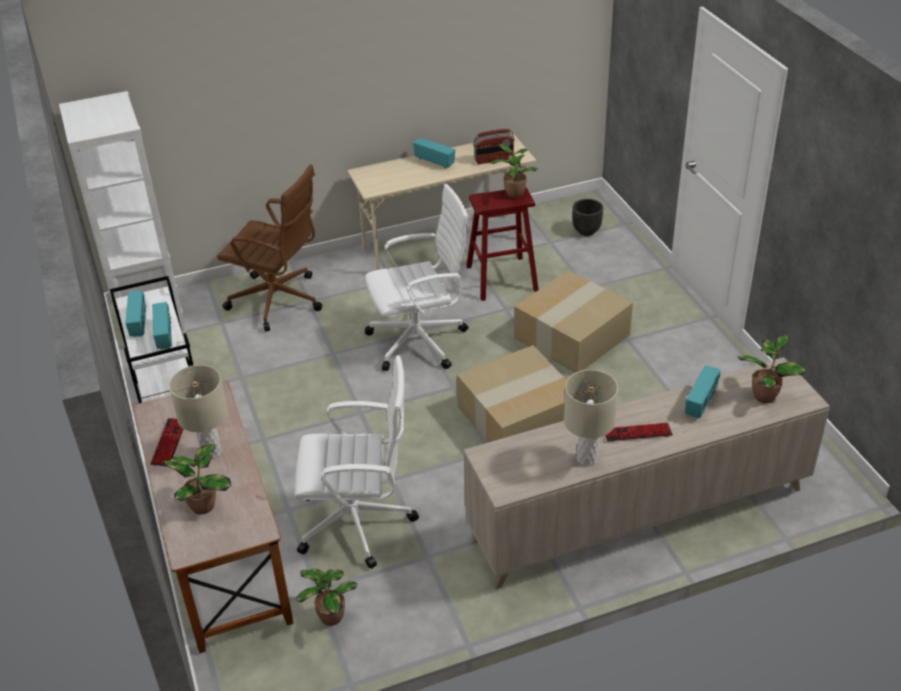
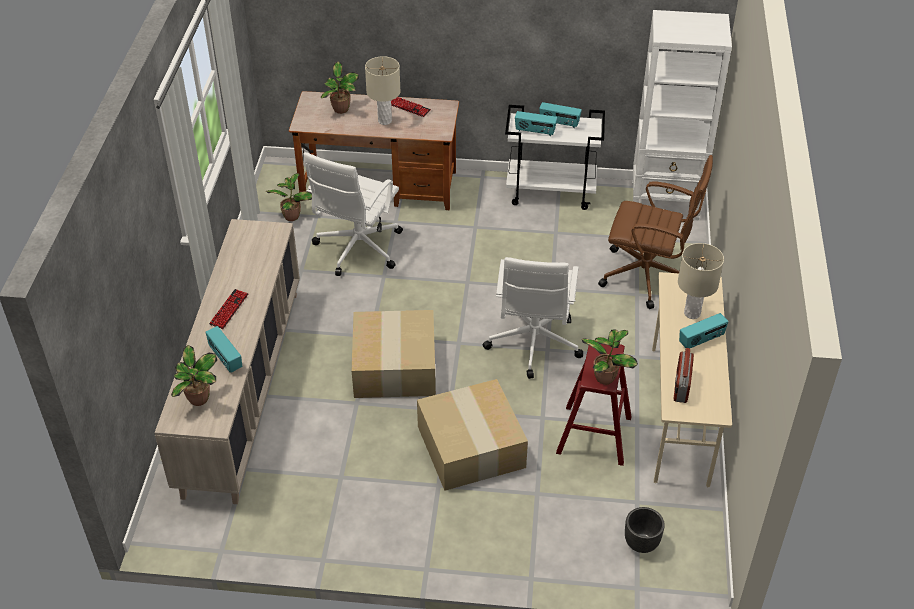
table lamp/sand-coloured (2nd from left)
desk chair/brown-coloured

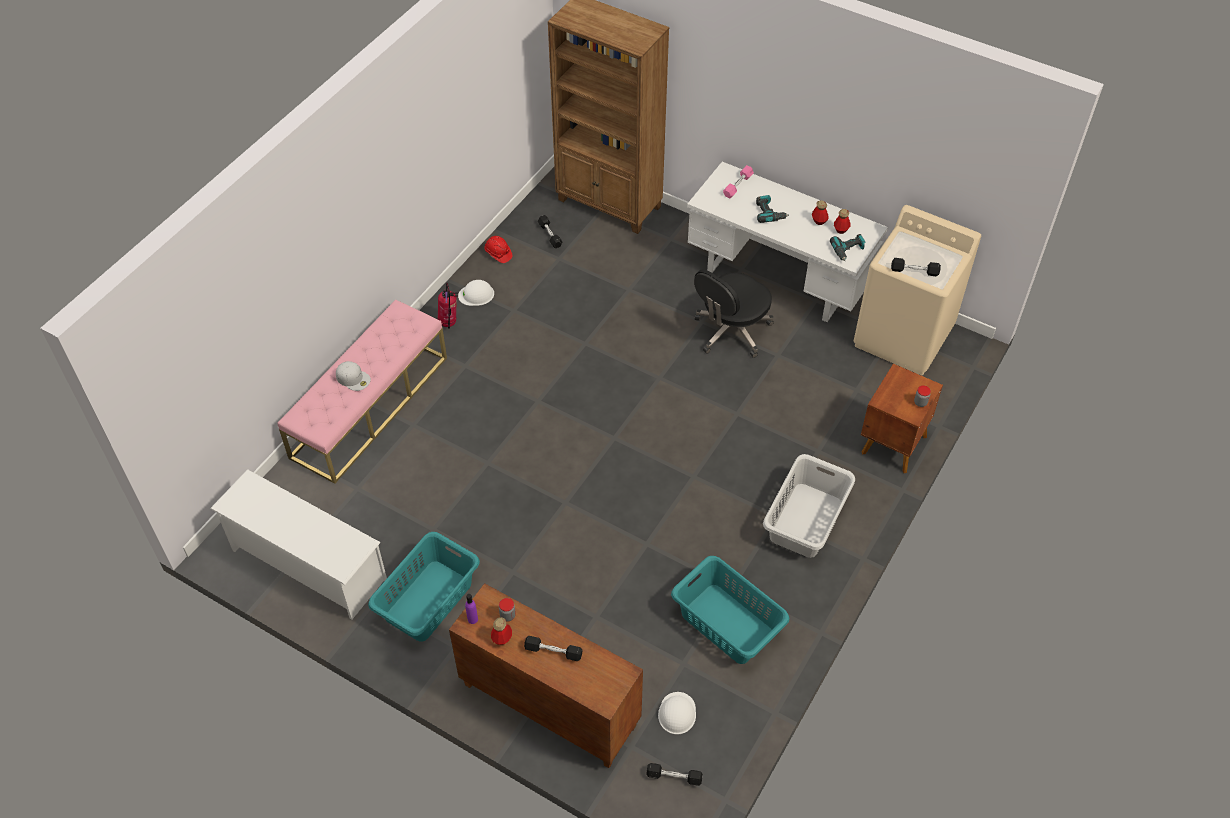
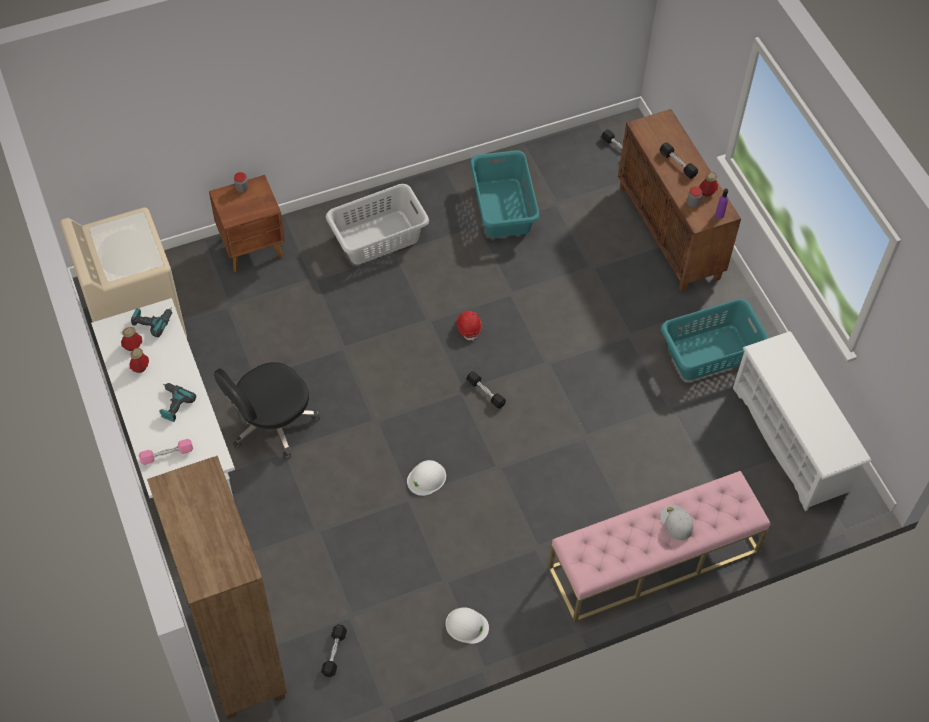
fire-fighting cylinder
safety helmet/red
safety helmet/white (1st from left)
hand weight/black-coloured (2nd from left)
desk chair/black-coloured

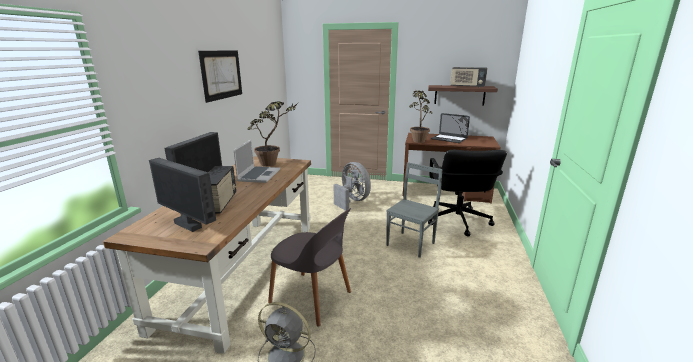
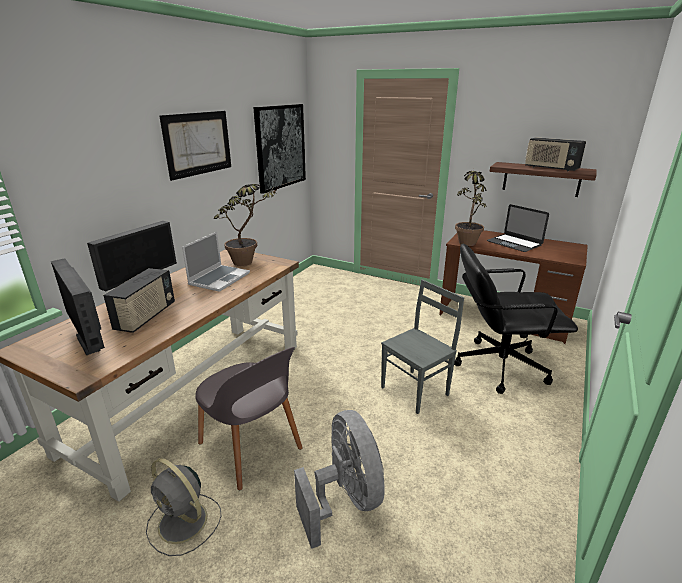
wall picture (2nd from left)
cooling fan/grey (2nd from left)
desk chair/black-coloured

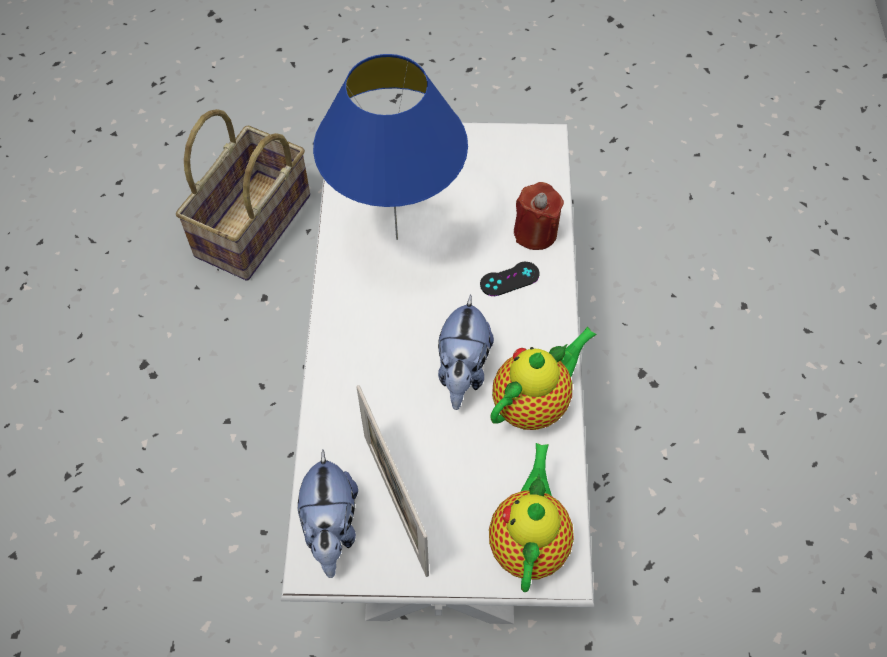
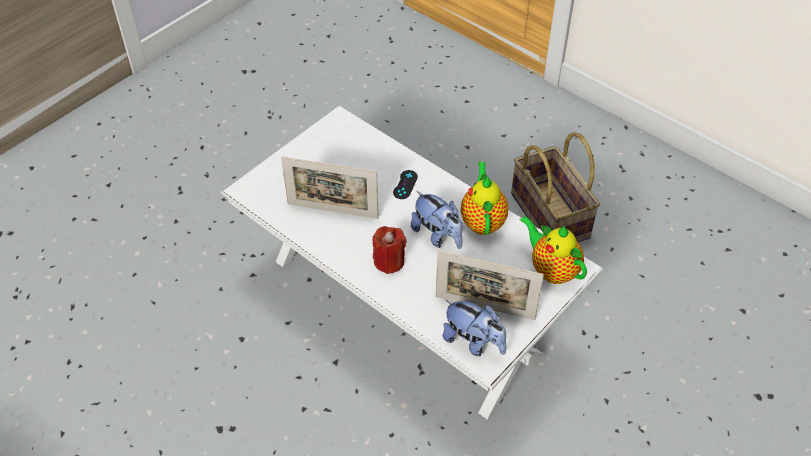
storage basket
wax light/red
standing frame (1st from left)

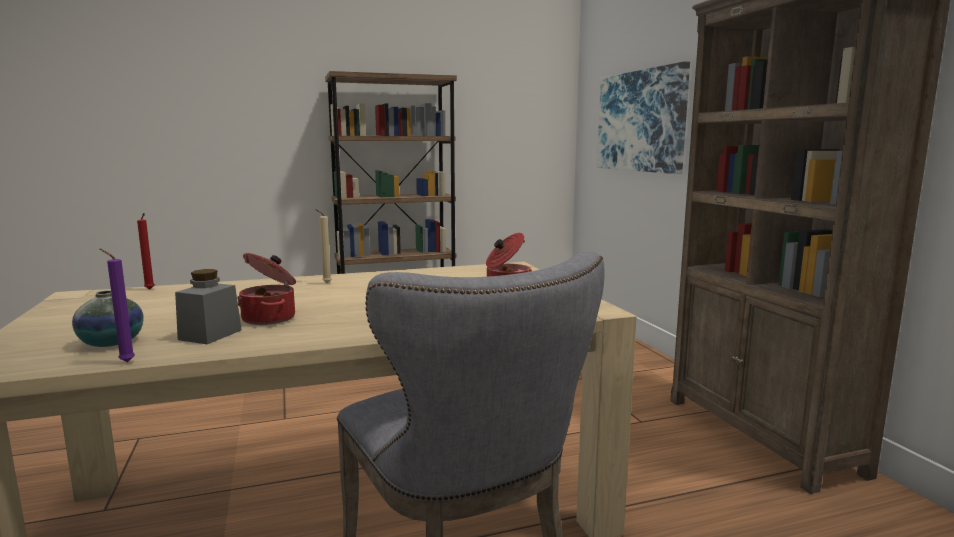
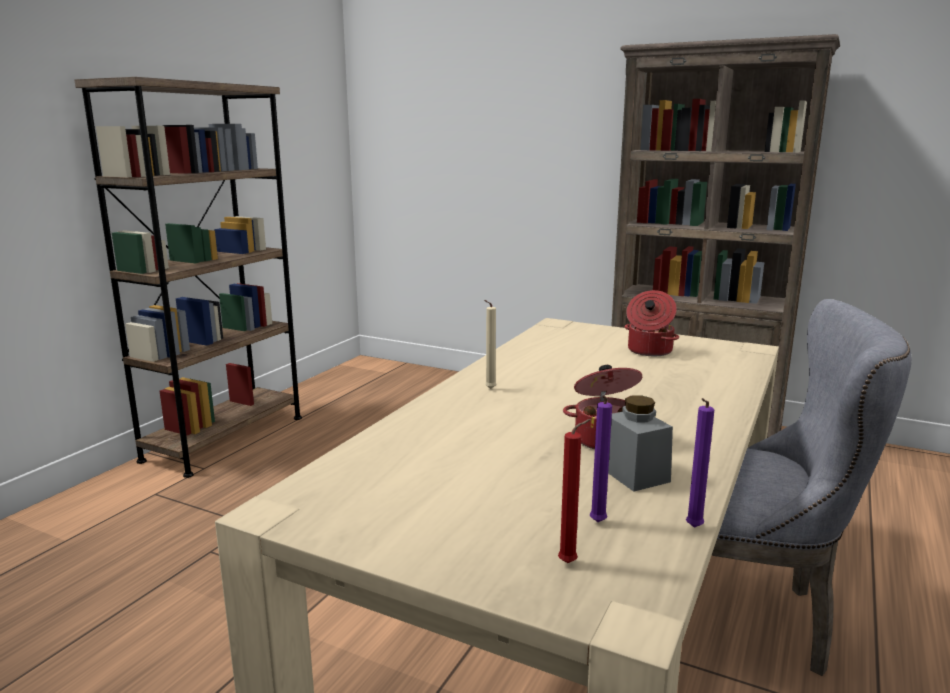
wall picture
wax light/red
wax light/purple (1st from left)

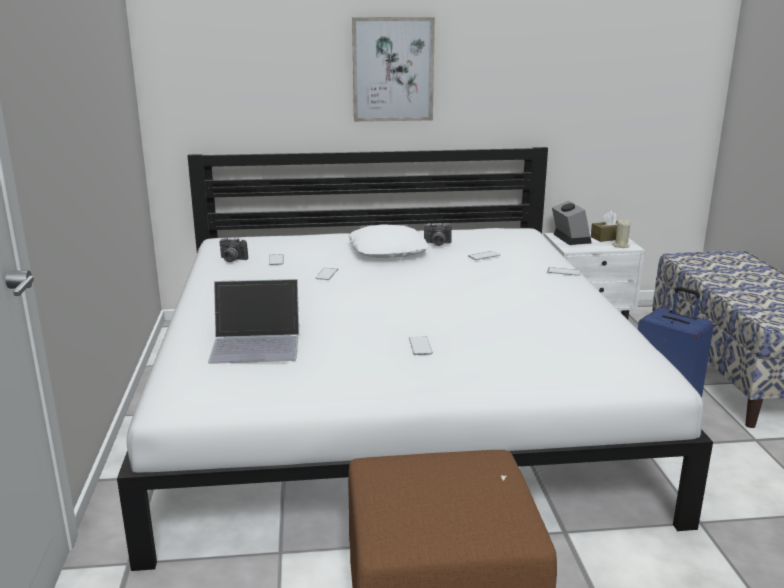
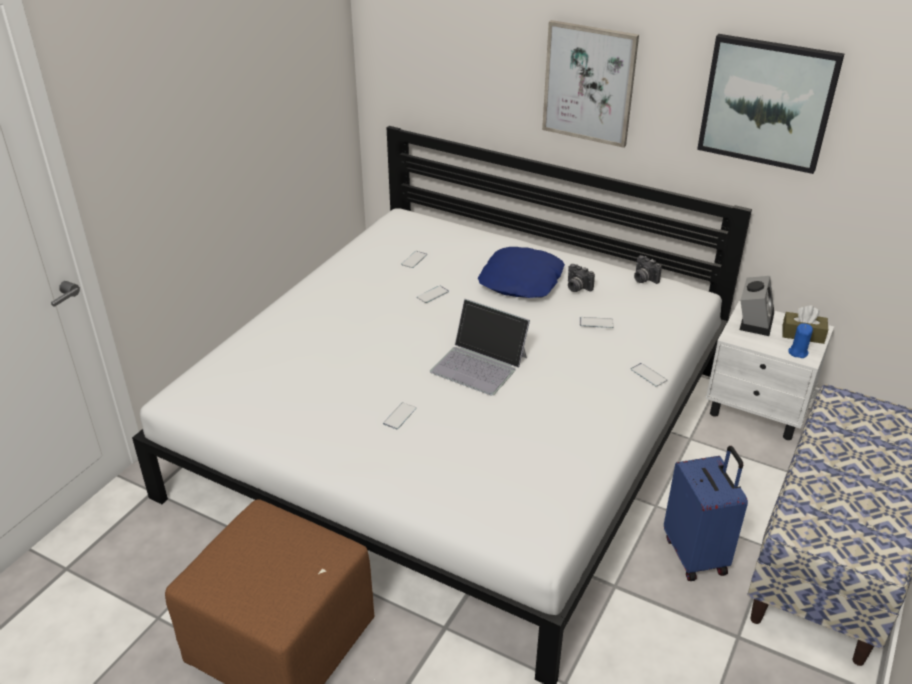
wall picture (2nd from left)
notebook computer
photo camera (2nd from left)
throw pillow/blue
wax light/blue

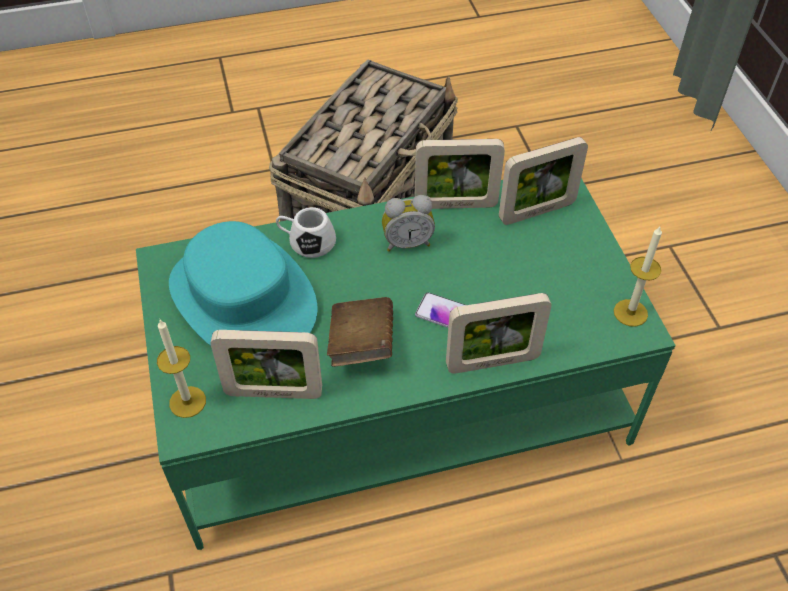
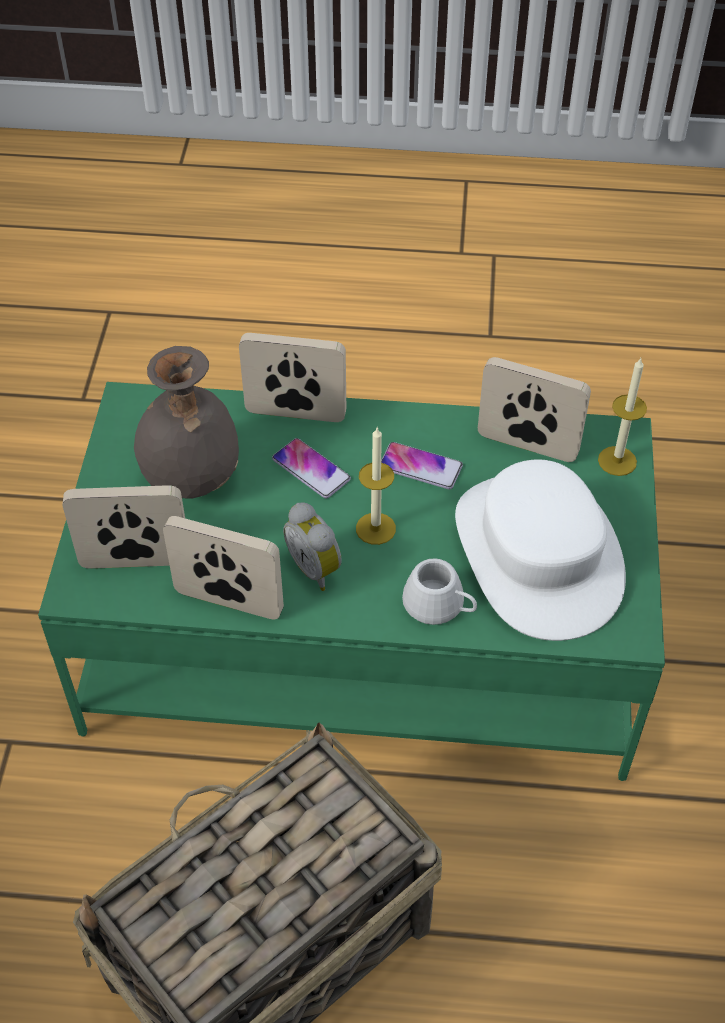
vase/grey
wax light (1st from left)
phone (2nd from left)
hat/white
alarm clock

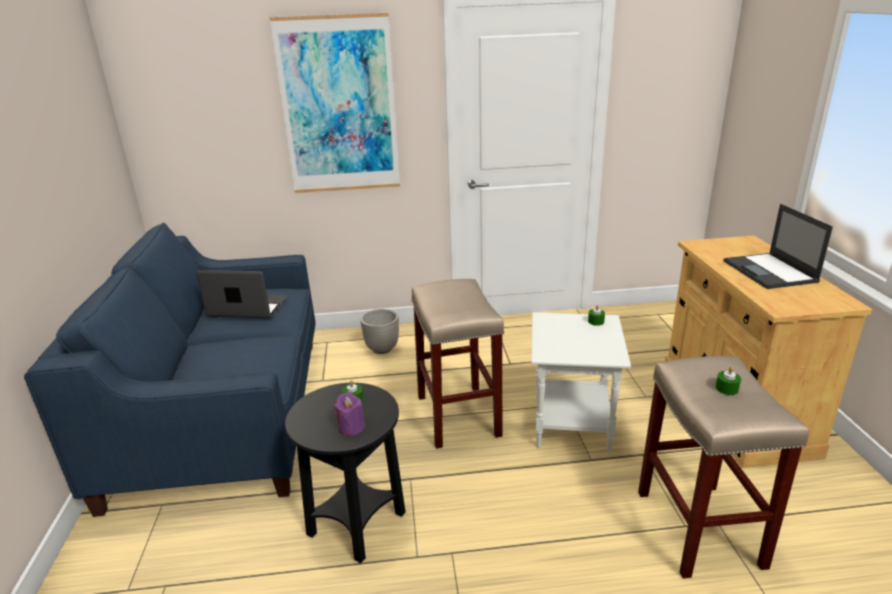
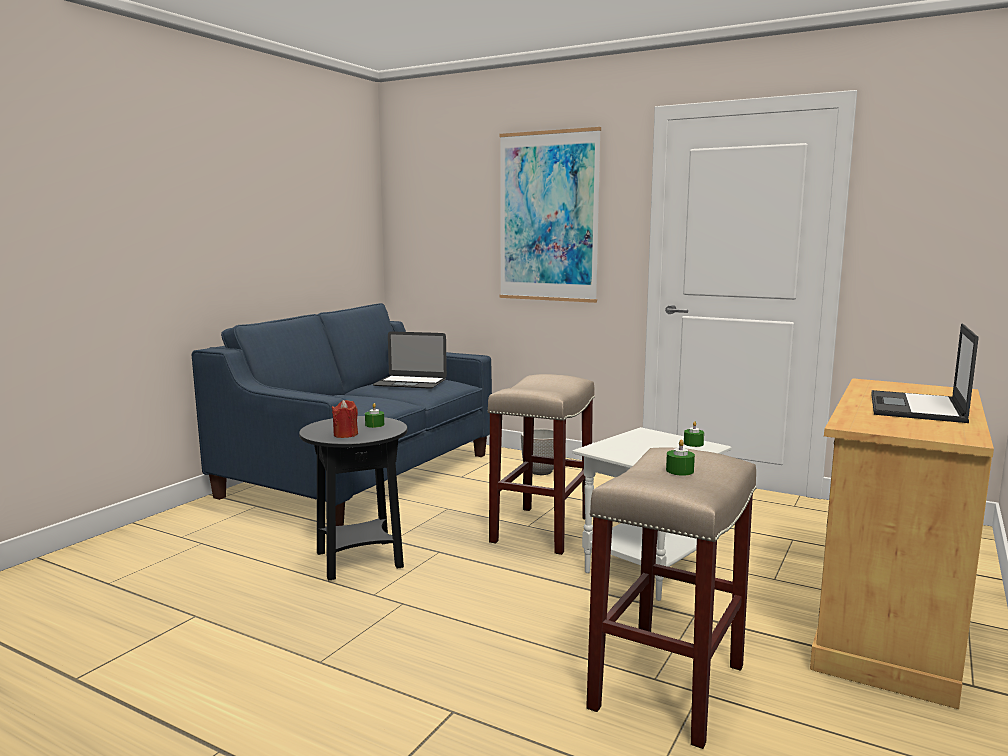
wax light/red
notebook computer (1st from left)

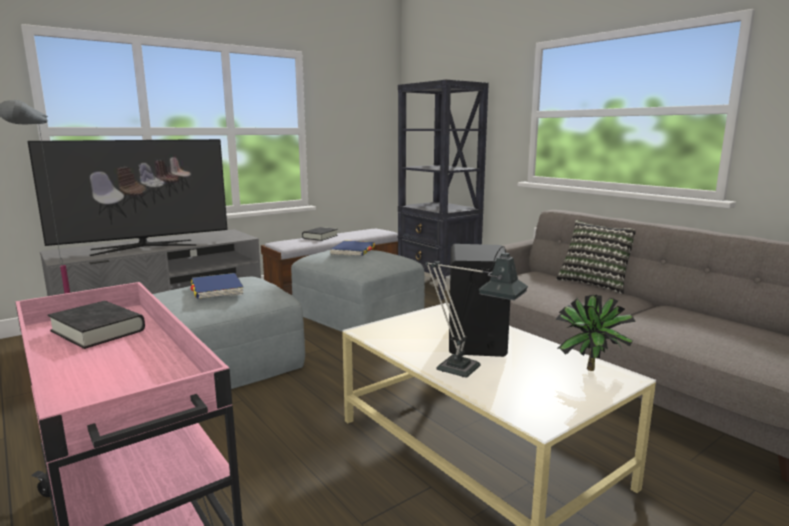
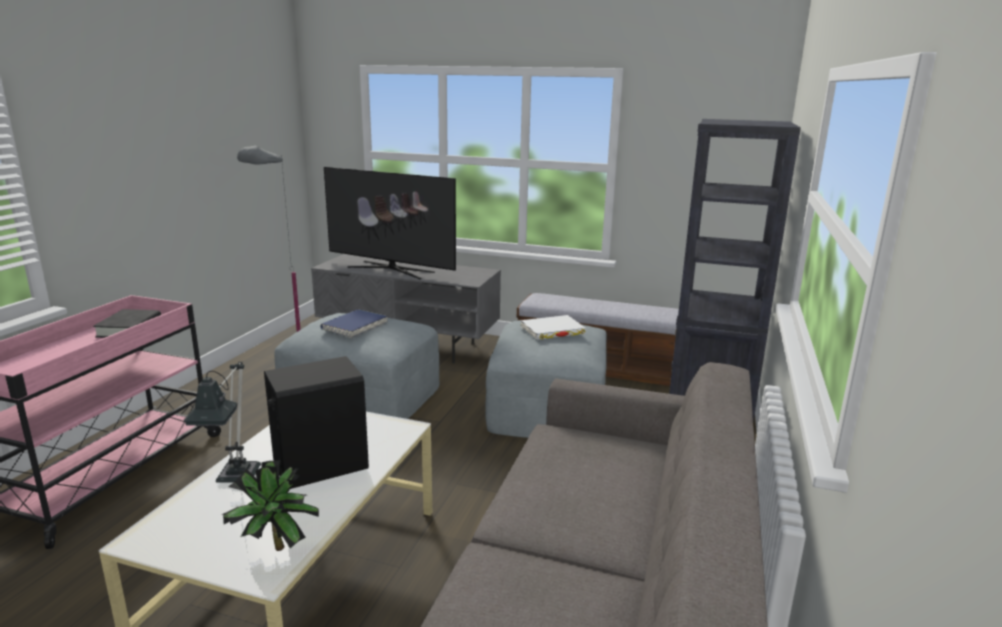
book/black-coloured (2nd from left in the first image)
throw pillow
book/white

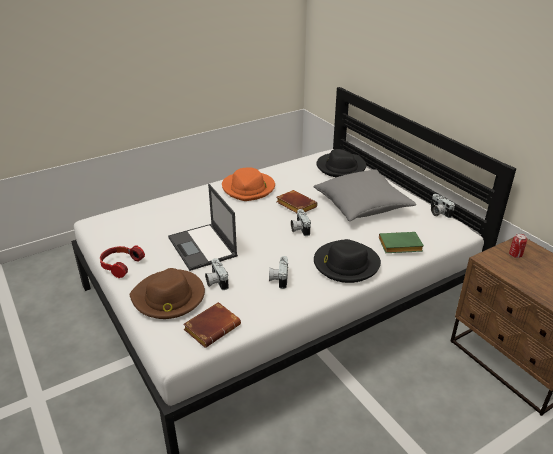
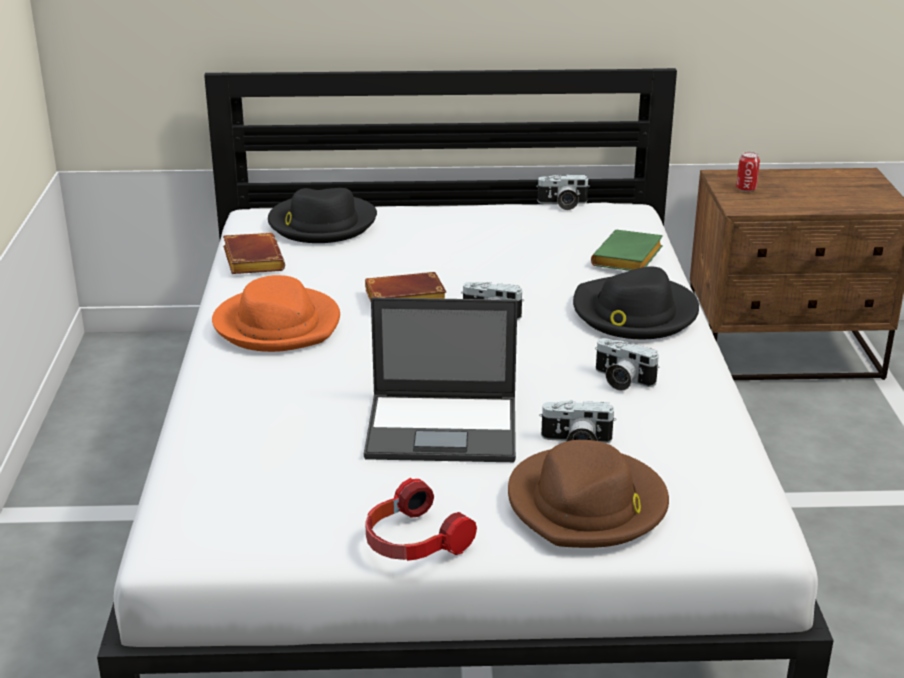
throw pillow/grey
book/brown-coloured (1st from left)

